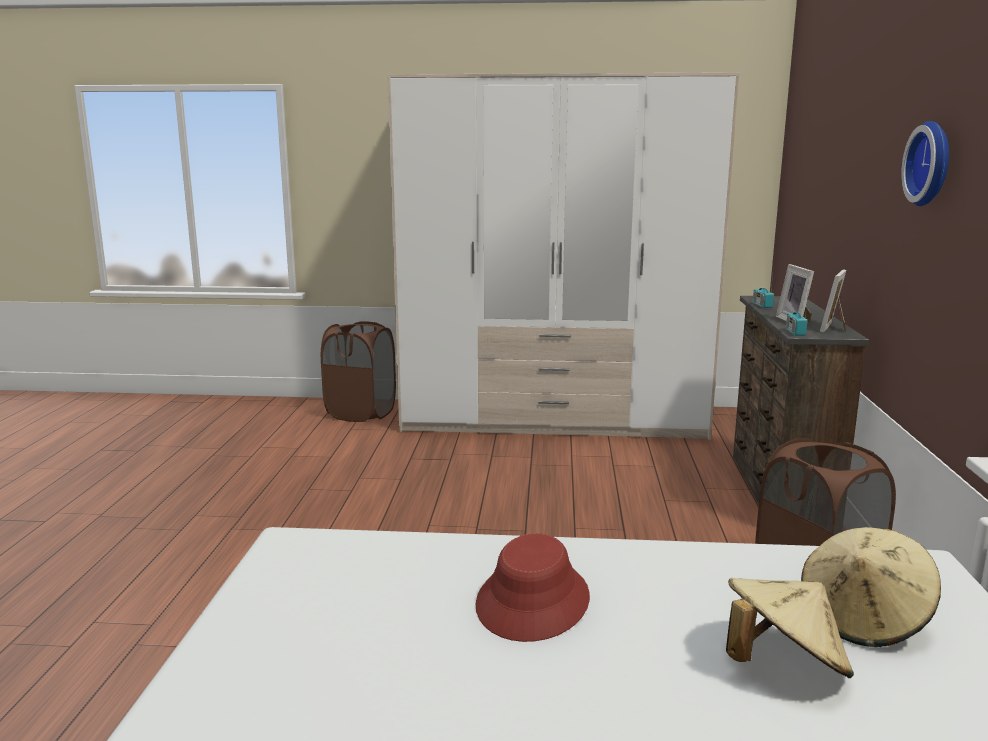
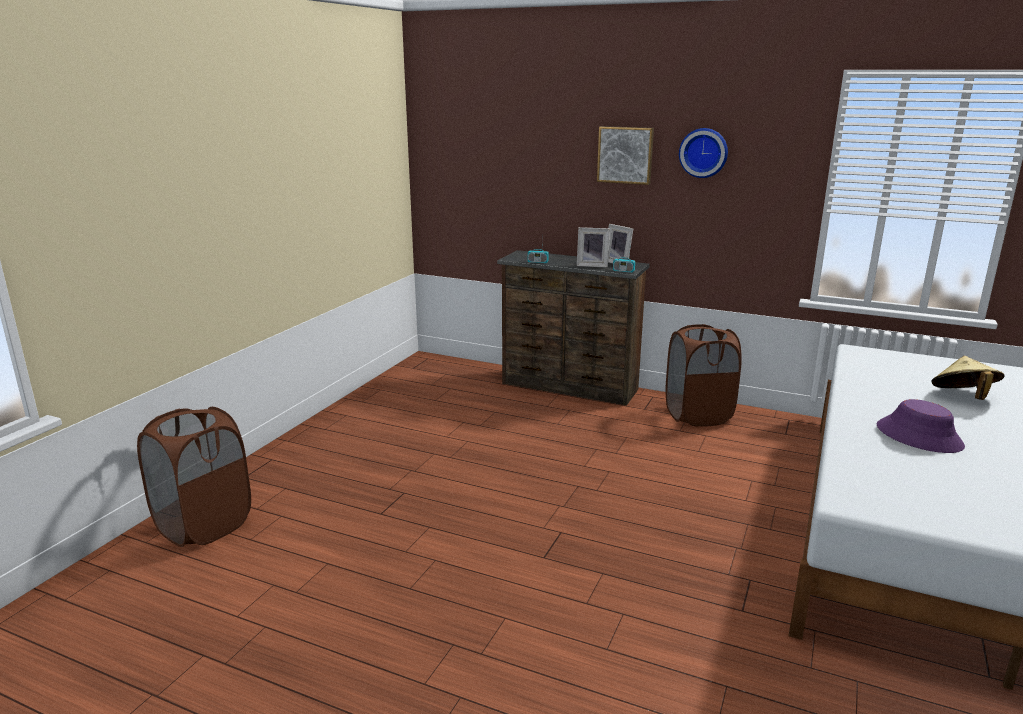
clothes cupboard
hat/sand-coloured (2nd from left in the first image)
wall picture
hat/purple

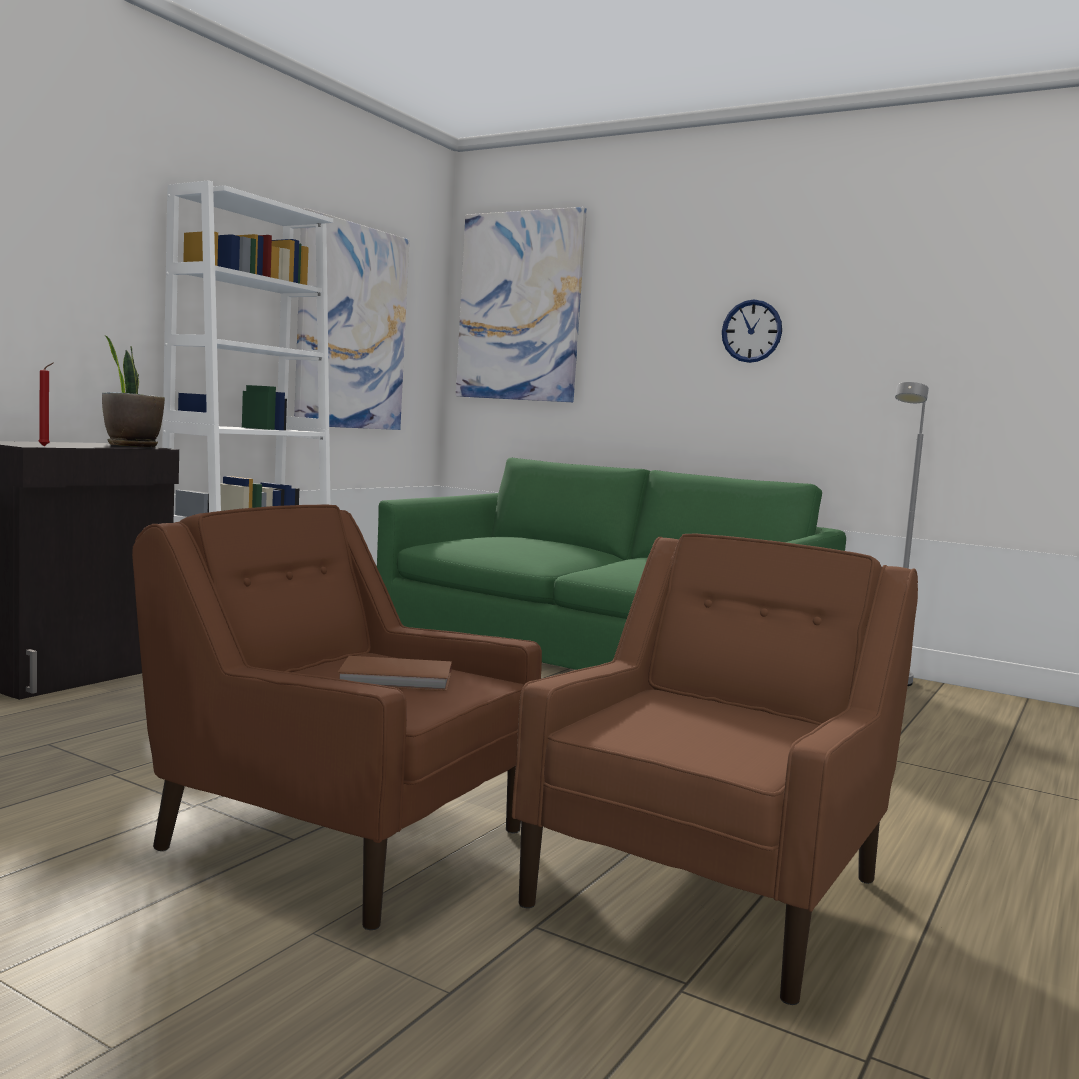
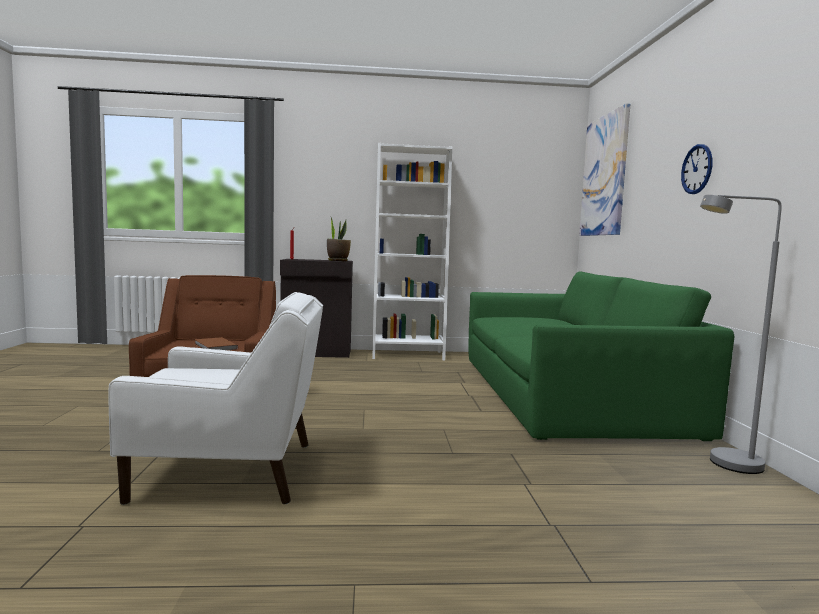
wall picture (1st from left in the first image)
easy chair/white

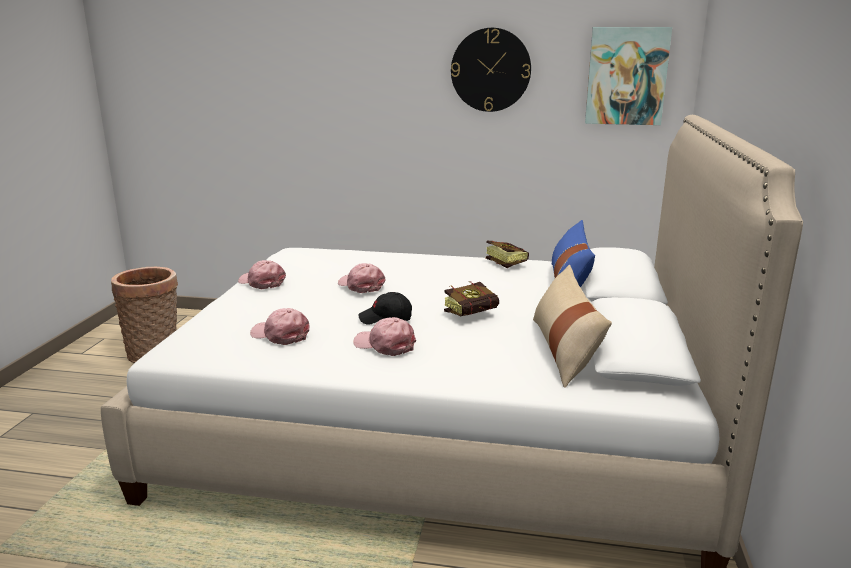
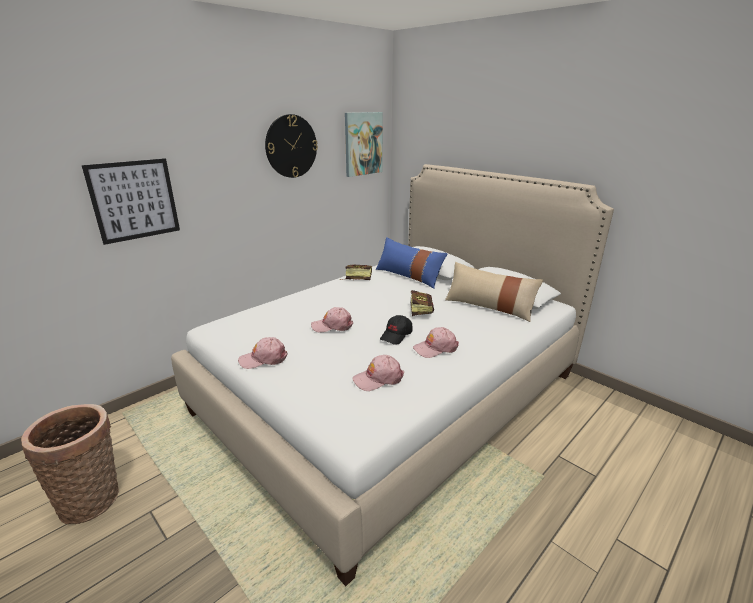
wall picture (1st from left)

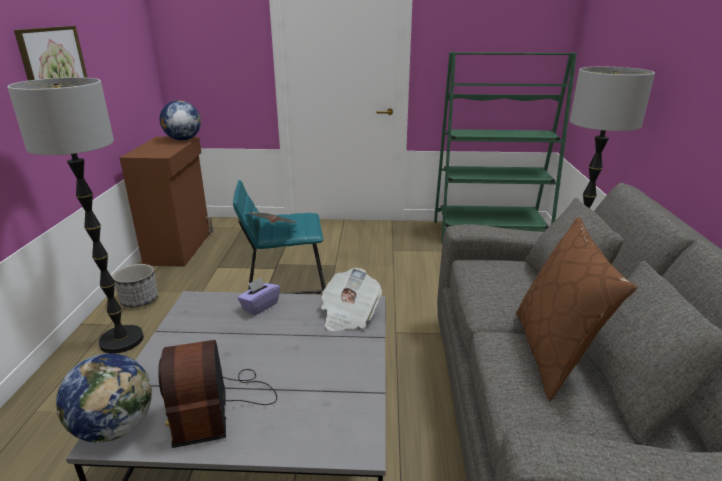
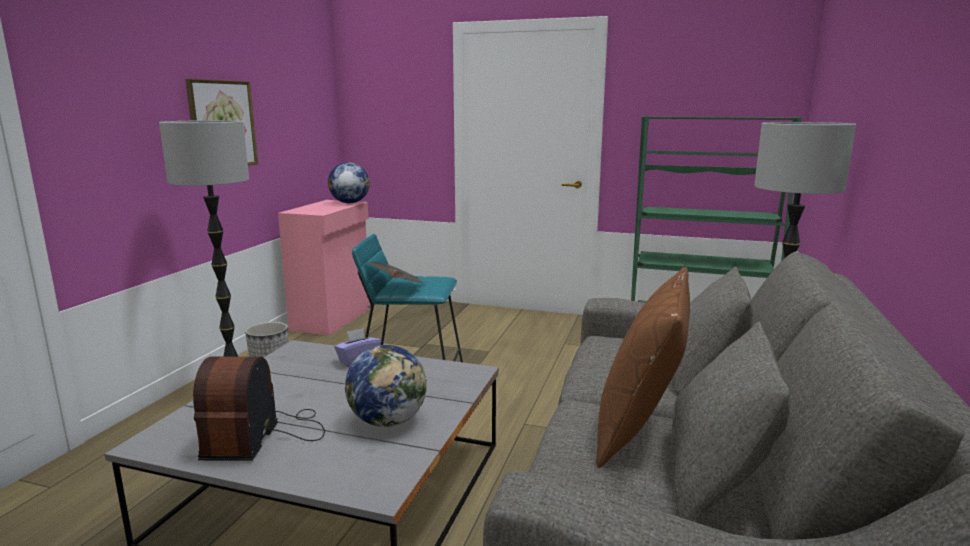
printed paper (2nd from left in the first image)
world globe (2nd from left)
cabinet/pink

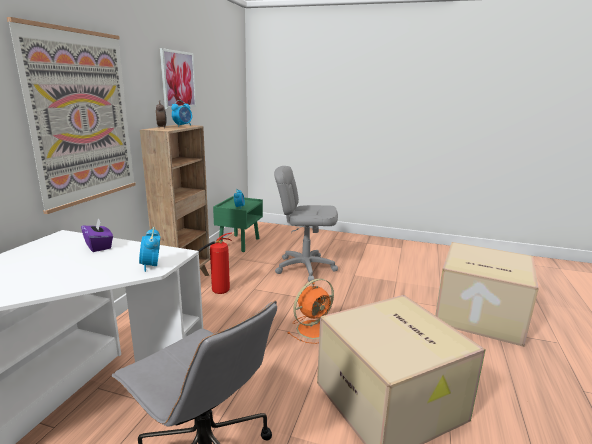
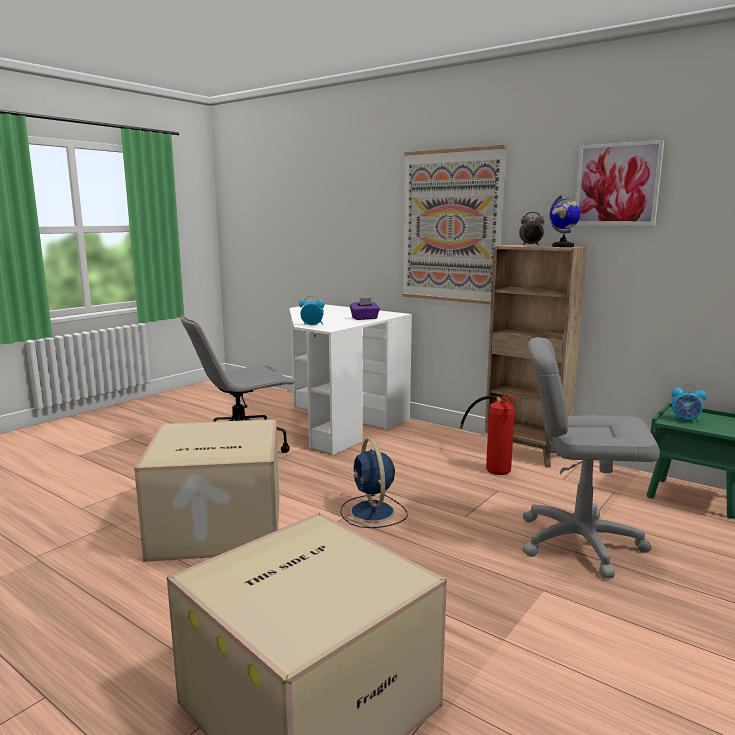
world globe
cooling fan/blue
desk chair/grey (2nd from left)

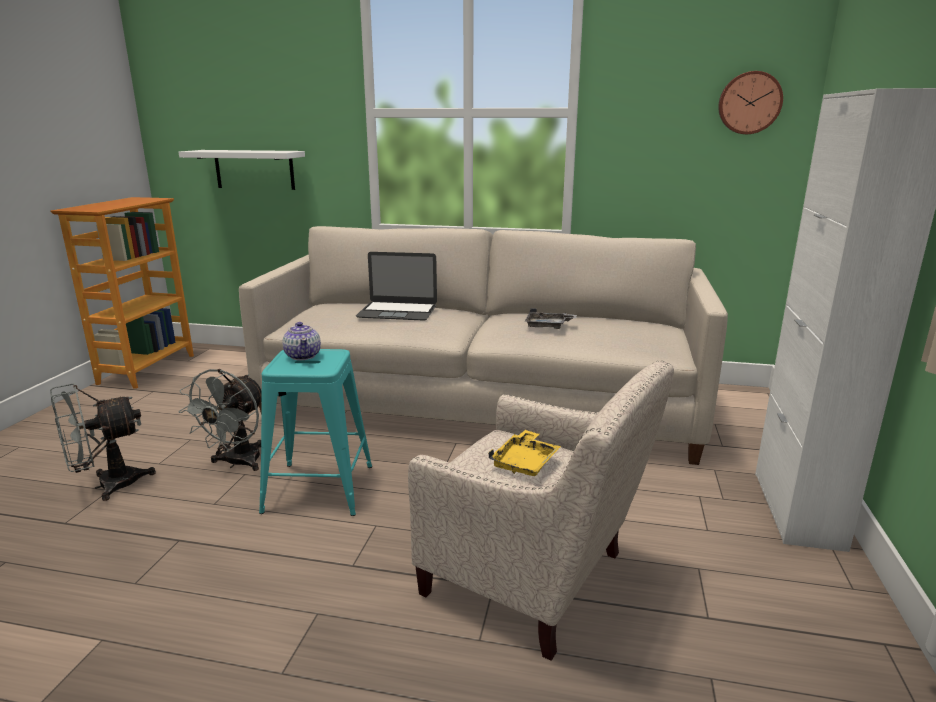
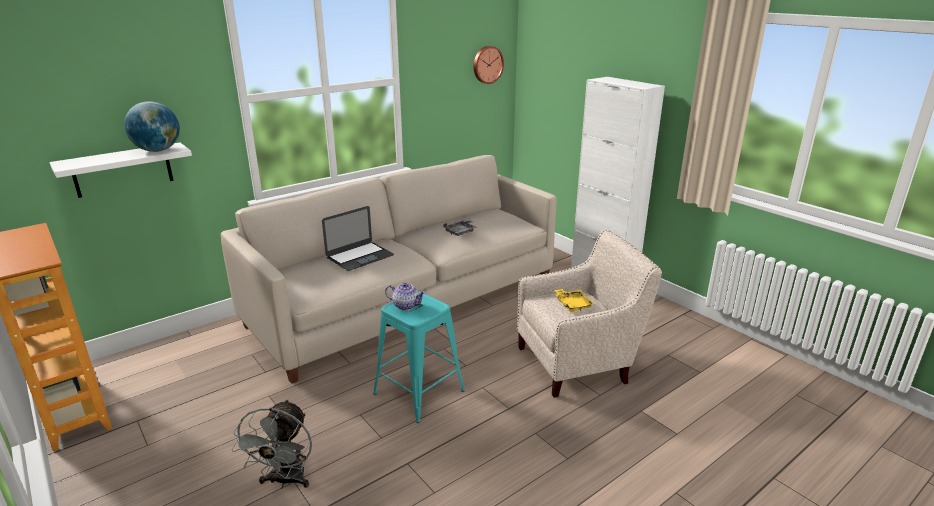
cooling fan/grey (2nd from left in the first image)
world globe

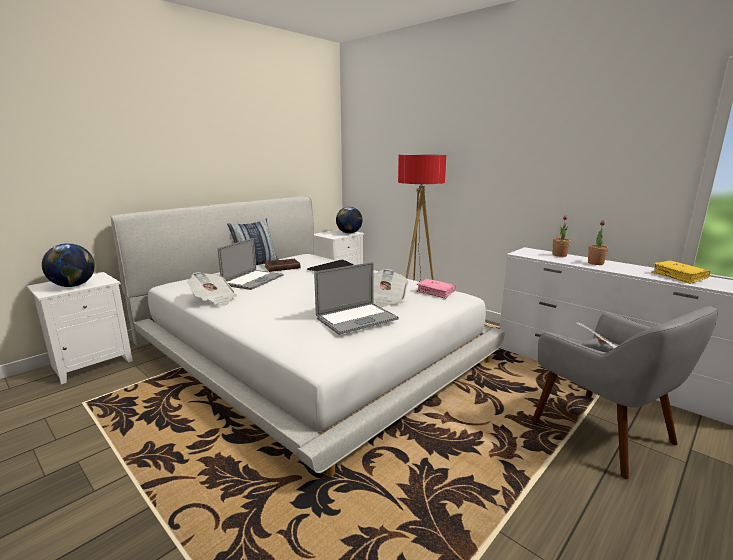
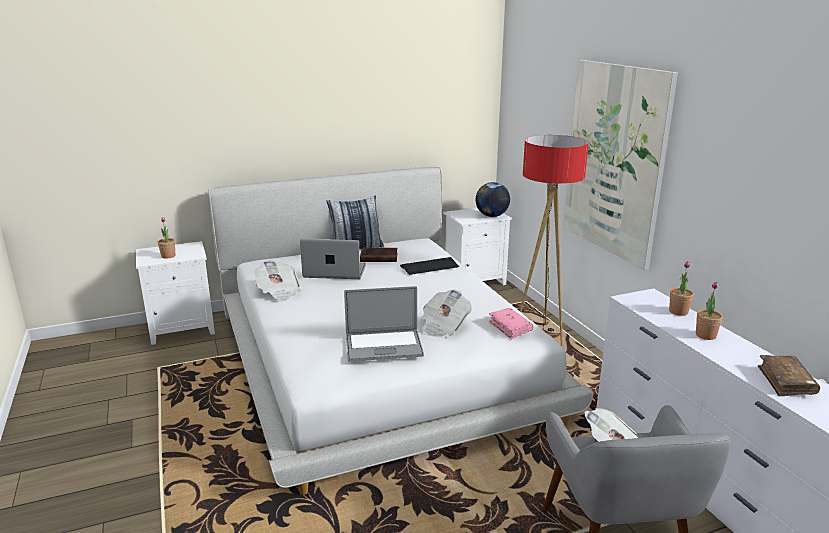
wall picture
plant in a pot (1st from left)
book/brown-coloured (2nd from left)
notebook computer (1st from left)

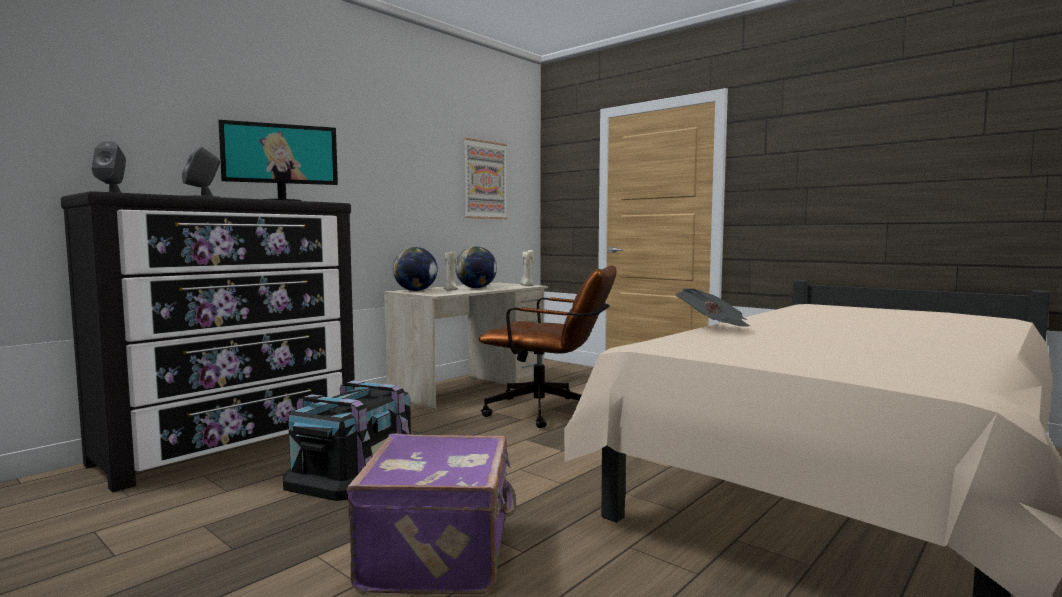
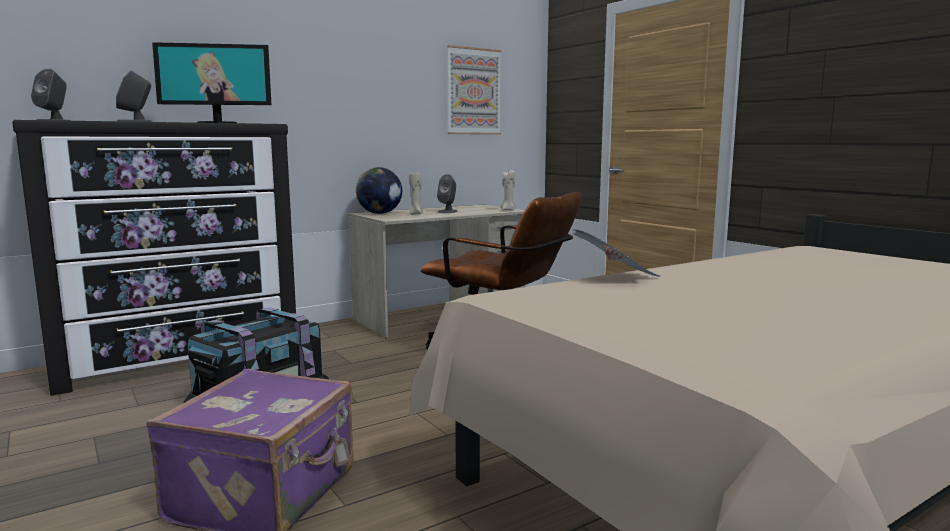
speaker/grey (3rd from left)

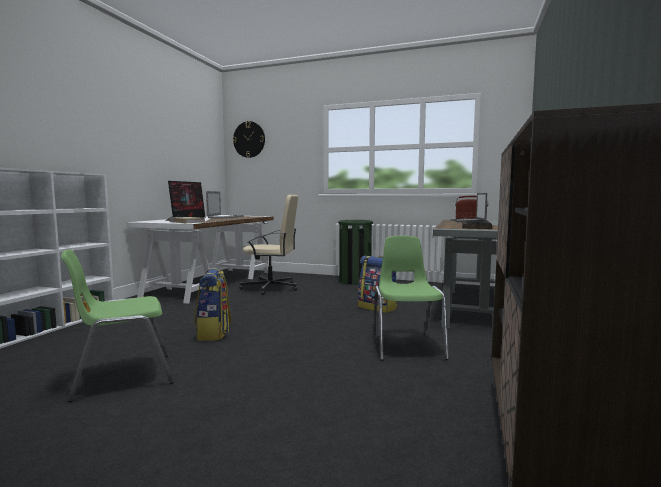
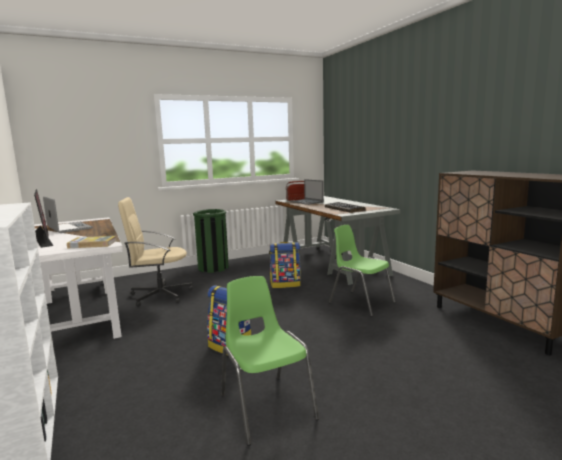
hanging clock
plain chair/greenish (1st from left)
desk chair/sand-coloured

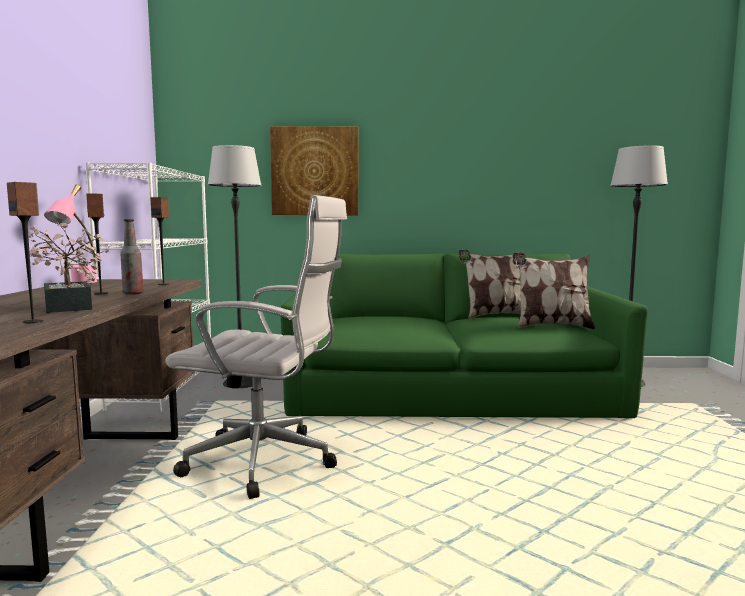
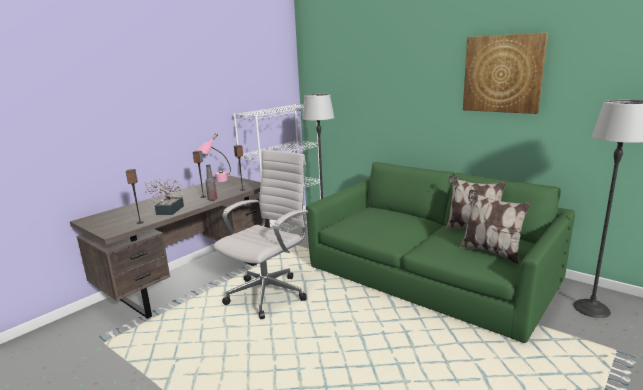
wall picture
desk chair/white

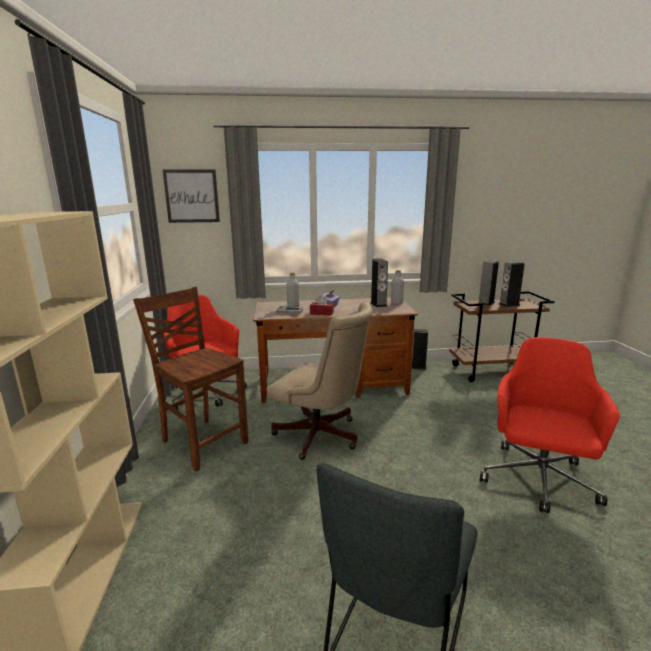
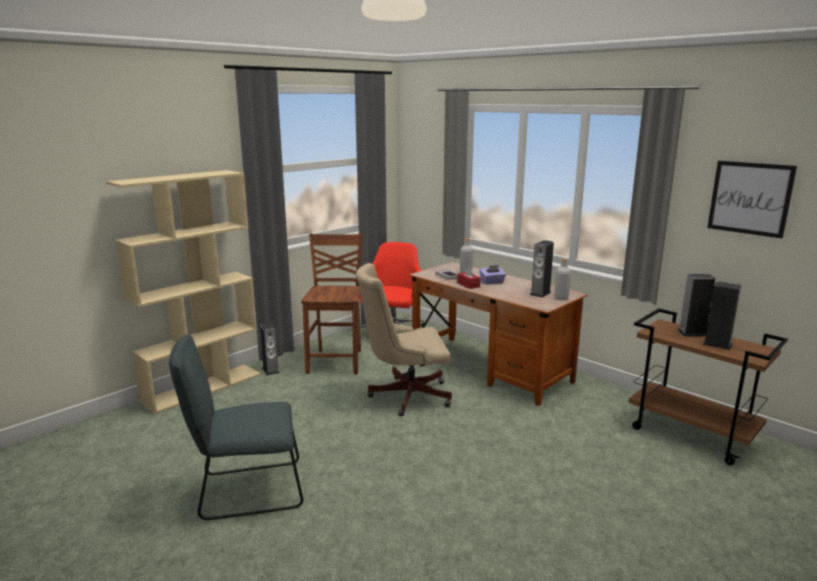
desk chair/red (2nd from left in the first image)
wall picture
speaker (1st from left)
desk chair/sand-coloured

